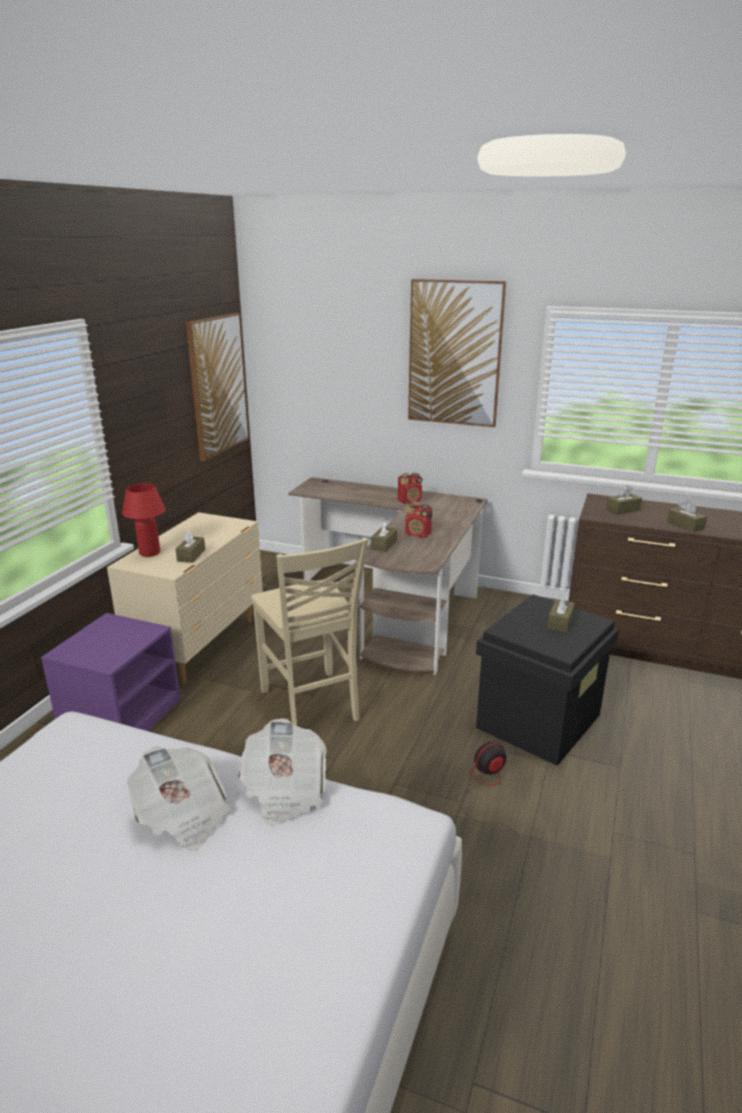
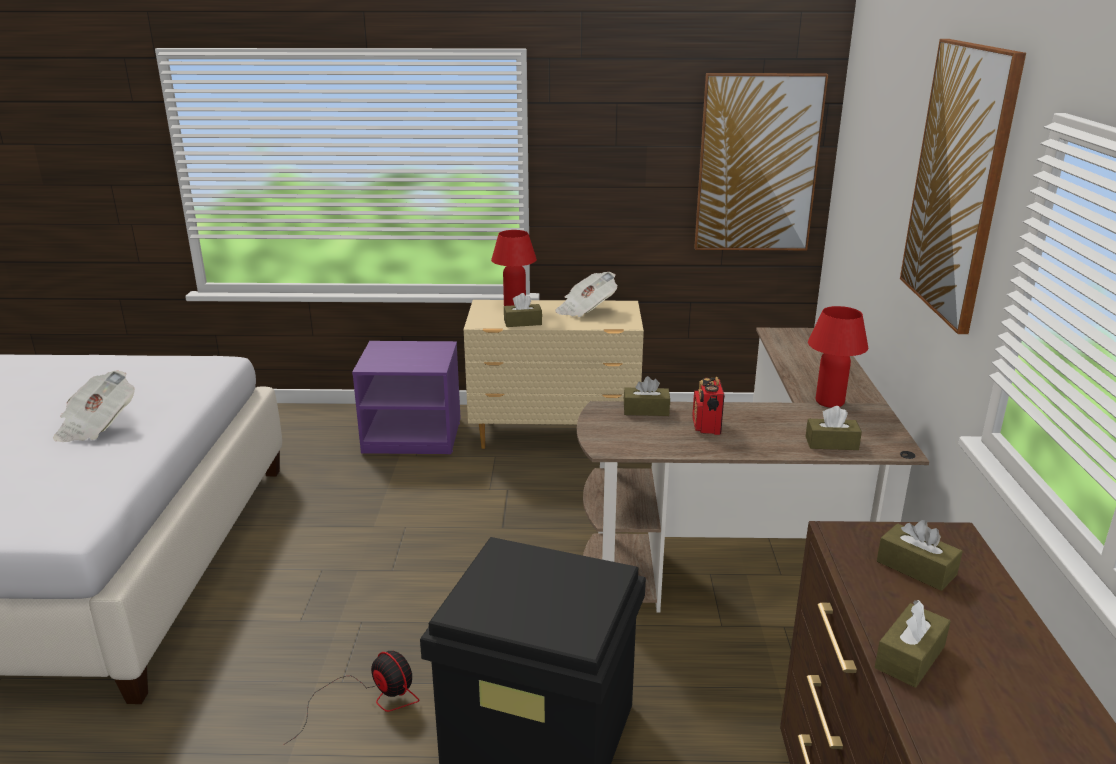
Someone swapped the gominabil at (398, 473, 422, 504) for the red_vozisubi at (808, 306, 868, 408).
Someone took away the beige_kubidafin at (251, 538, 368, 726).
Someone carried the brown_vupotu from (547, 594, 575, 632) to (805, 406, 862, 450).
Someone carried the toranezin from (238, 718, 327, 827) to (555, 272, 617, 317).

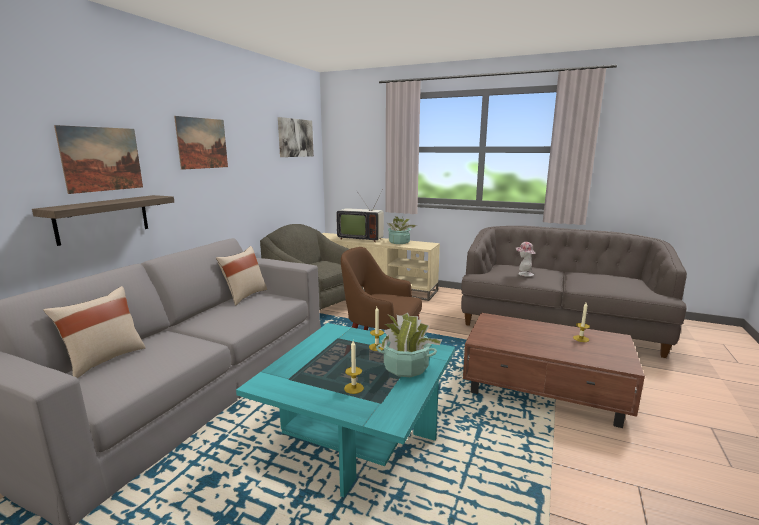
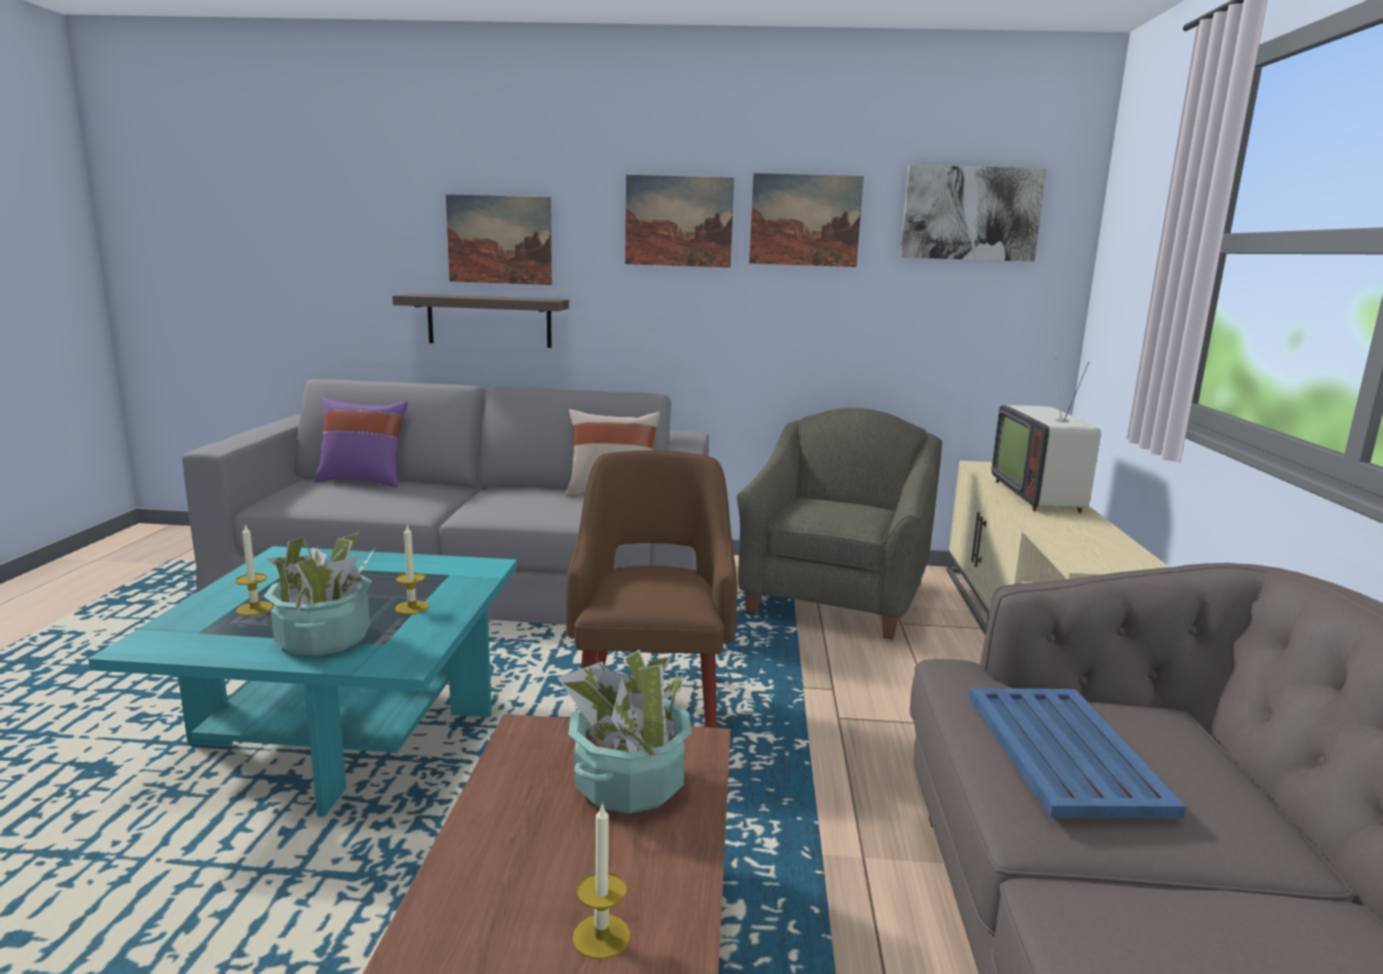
Someone carried the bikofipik from (387, 216, 417, 244) to (557, 649, 691, 814).
Someone swapped the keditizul at (515, 242, 536, 277) for the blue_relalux at (968, 688, 1186, 818).
Someone repainted the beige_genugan at (43, 286, 146, 378), which became the purple_genugan at (314, 397, 408, 488).
Someone put up the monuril at (749, 173, 864, 267).

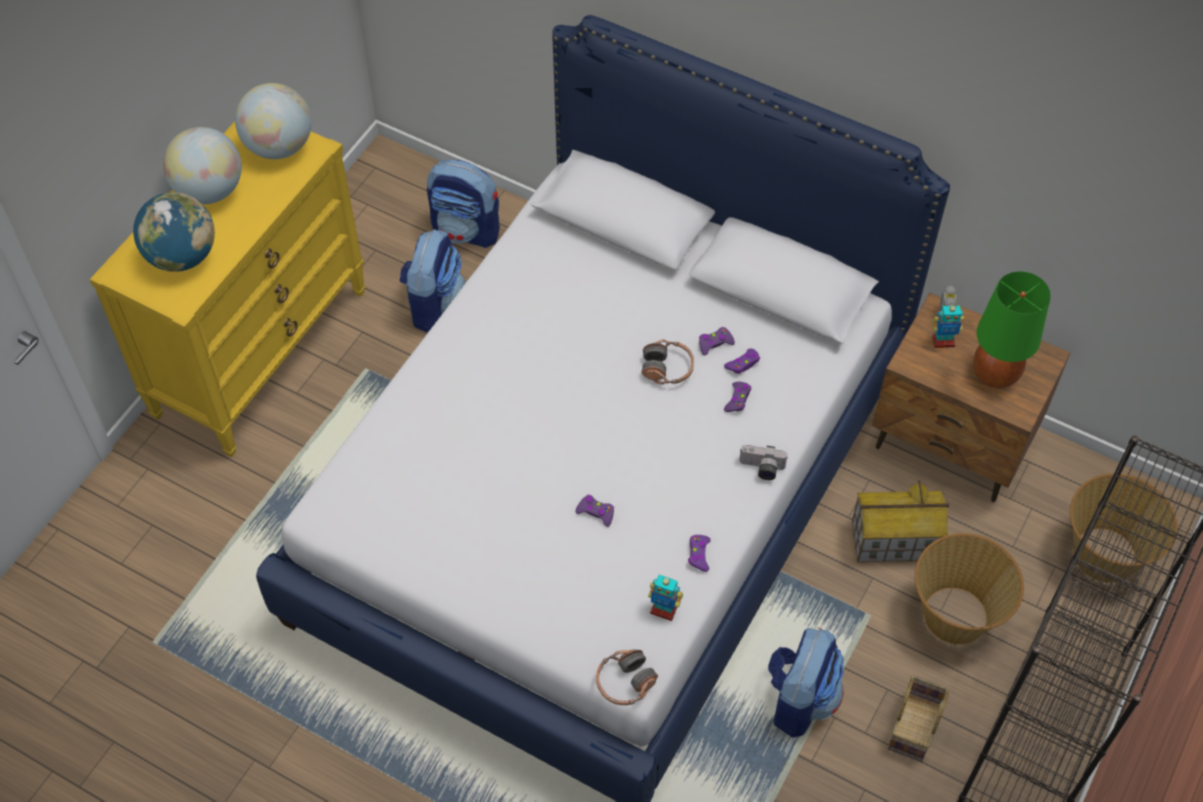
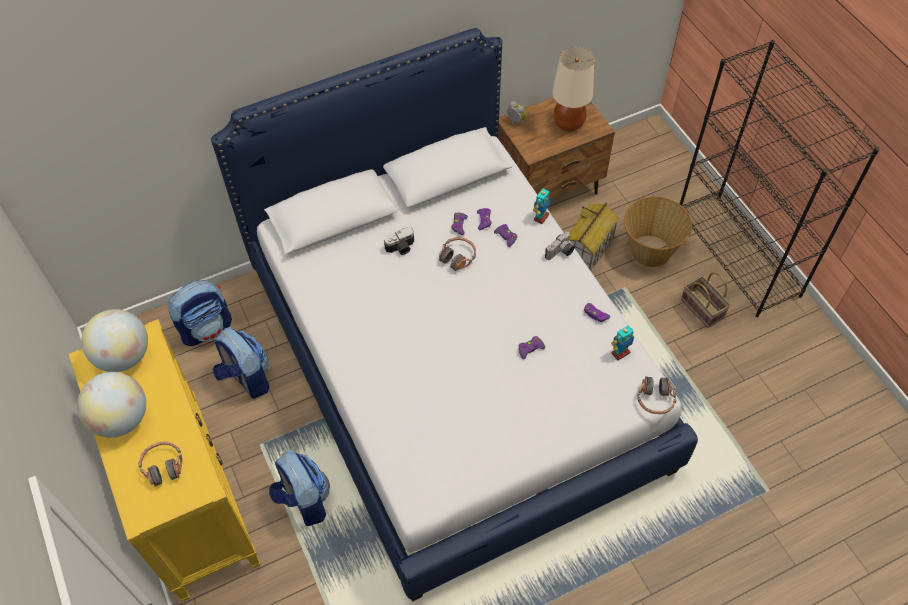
Someone swapped the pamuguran at (133, 192, 215, 272) for the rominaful at (138, 441, 182, 487).
Someone repainted the green_vozisubi at (973, 271, 1051, 388), which became the beige_vozisubi at (552, 47, 594, 131).
Someone carried the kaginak from (932, 304, 964, 348) to (533, 188, 550, 224).
Someone took away the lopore at (1070, 473, 1177, 583).
Someone carried the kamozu from (768, 627, 844, 738) to (269, 450, 330, 526).
Someone put down the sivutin at (384, 227, 414, 255).

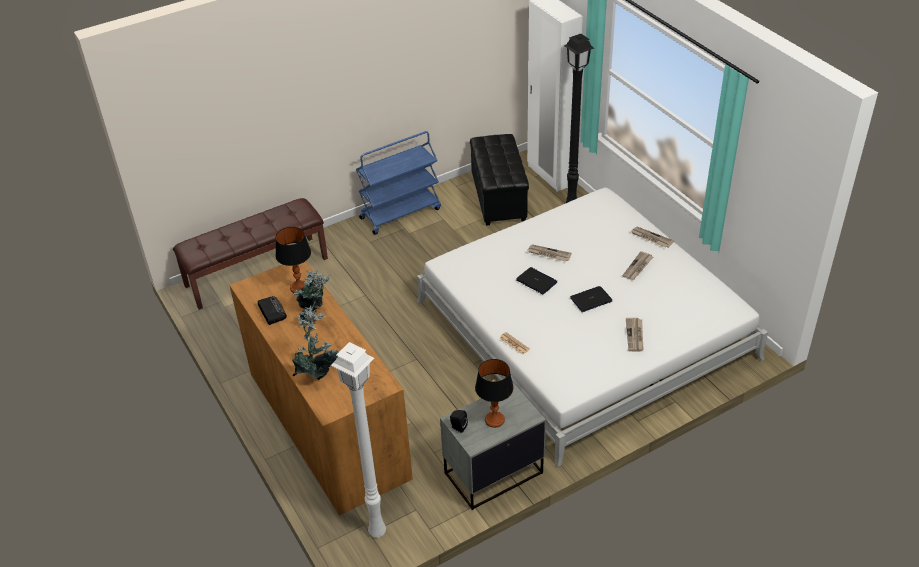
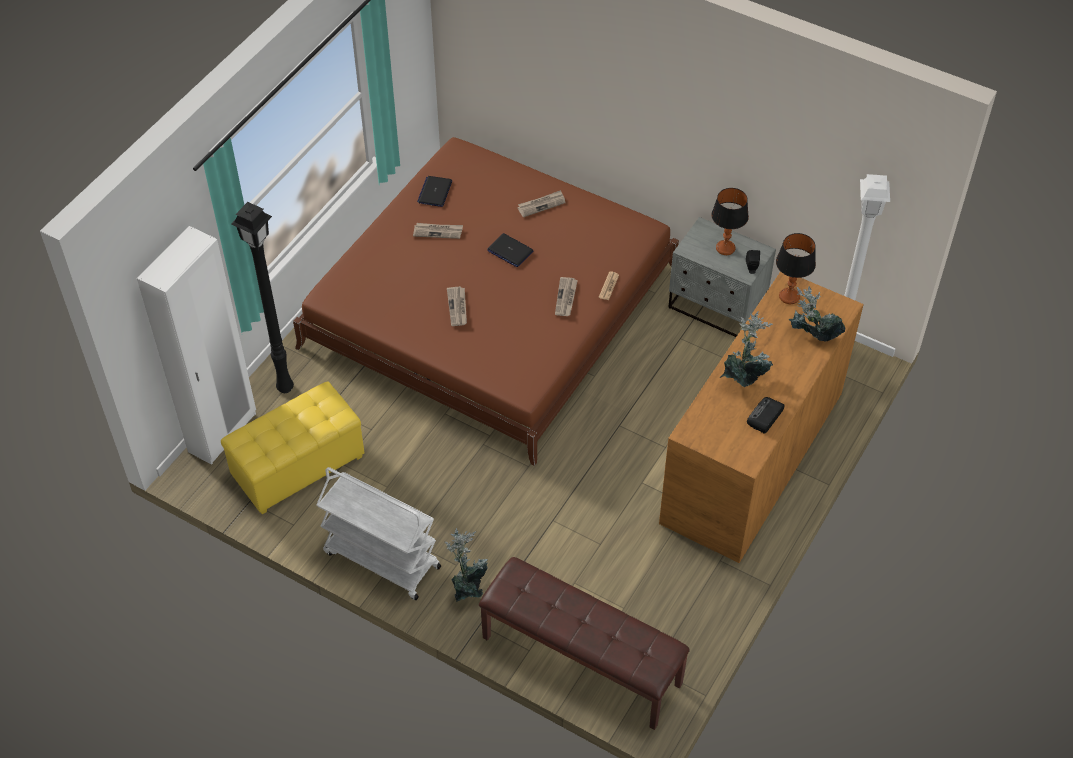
Someone repainted the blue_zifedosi at (356, 131, 441, 235), which became the white_zifedosi at (316, 467, 441, 600).
Someone repainted the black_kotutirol at (470, 134, 529, 226), which became the yellow_kotutirol at (221, 381, 365, 514).
Someone repainted the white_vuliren at (417, 187, 768, 467), which became the brown_vuliren at (293, 137, 679, 466).
Someone carried the vozisubi from (275, 227, 311, 293) to (776, 233, 816, 304).
Someone carried the toranezin from (631, 227, 674, 248) to (555, 277, 578, 316).
Someone carried the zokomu from (516, 267, 557, 294) to (417, 176, 452, 207).
Someone put down the bikofipik at (445, 528, 488, 603).

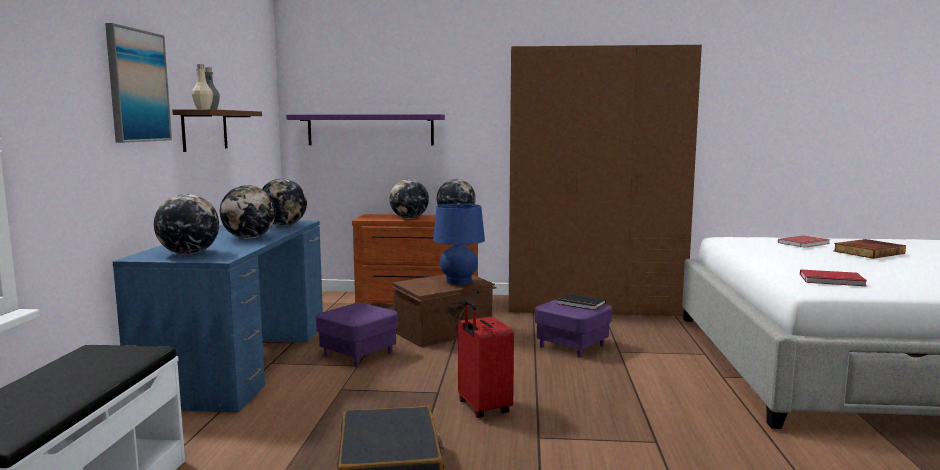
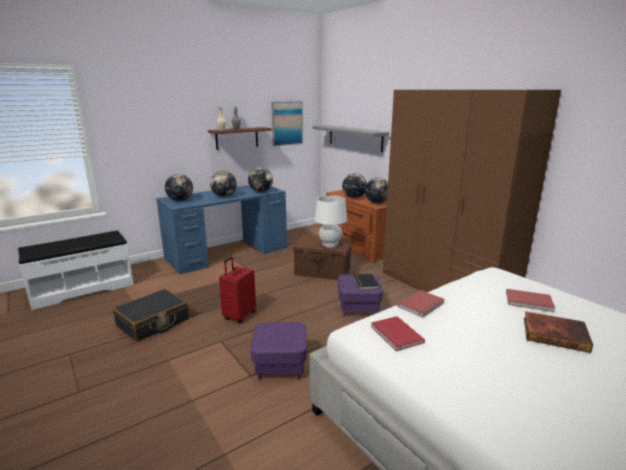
Someone carried the monuril from (105, 23, 172, 143) to (271, 101, 303, 146).
Someone repainted the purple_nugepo at (286, 114, 445, 146), which became the grey_nugepo at (312, 125, 389, 152).
Someone repainted the blue_vozisubi at (433, 203, 485, 285), which became the white_vozisubi at (315, 195, 347, 248).
Someone carried the purple_kotutirol from (316, 303, 398, 366) to (251, 322, 307, 380).
Someone put down the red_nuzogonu at (398, 290, 445, 317).

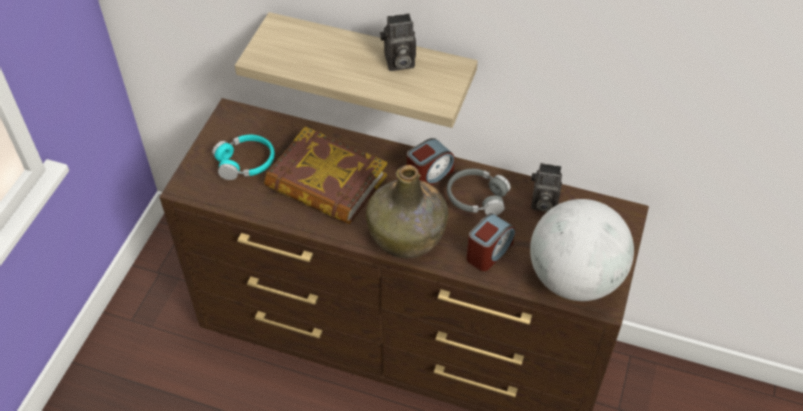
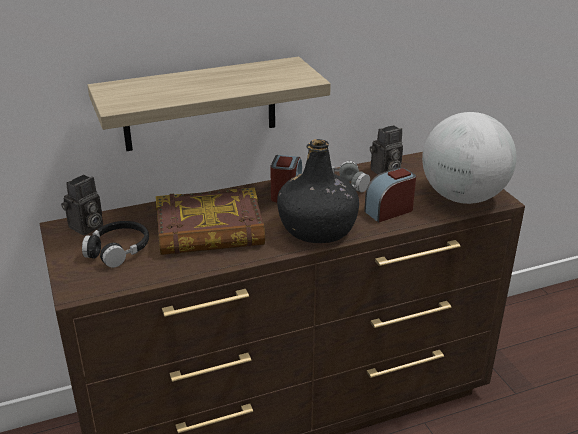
Someone carried the sivutin from (380, 13, 416, 71) to (61, 175, 103, 235).
Someone repainted the turquoise_rominaful at (212, 135, 275, 180), which became the black_rominaful at (82, 221, 149, 268).
Someone repainted the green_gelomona at (366, 165, 449, 258), which became the black_gelomona at (277, 139, 359, 243).
Someone rotated the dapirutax at (467, 213, 515, 271) by 120 degrees counterclockwise.

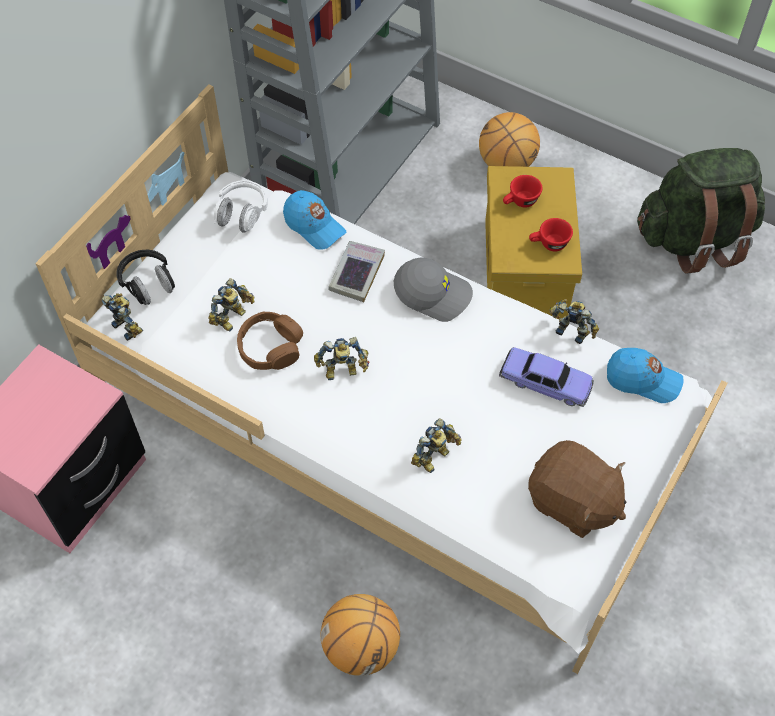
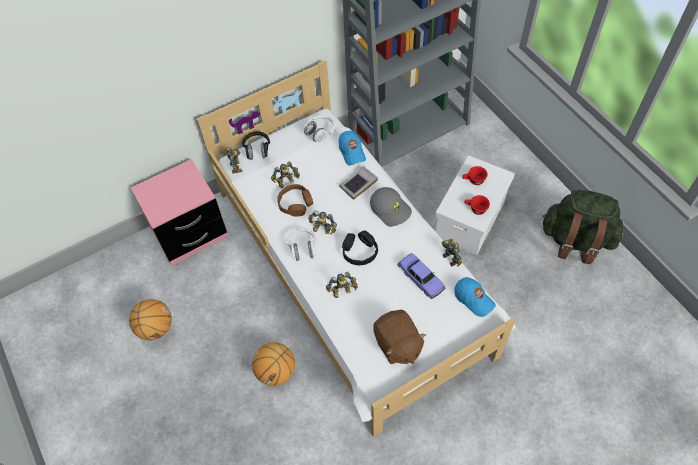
Someone carried the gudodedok from (479, 112, 540, 167) to (129, 299, 172, 341).
Someone repainted the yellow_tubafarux at (485, 166, 582, 319), which became the white_tubafarux at (435, 155, 515, 255).
Someone put down the white_rominaful at (286, 228, 317, 261).
Someone put down the black_rominaful at (342, 230, 378, 265).

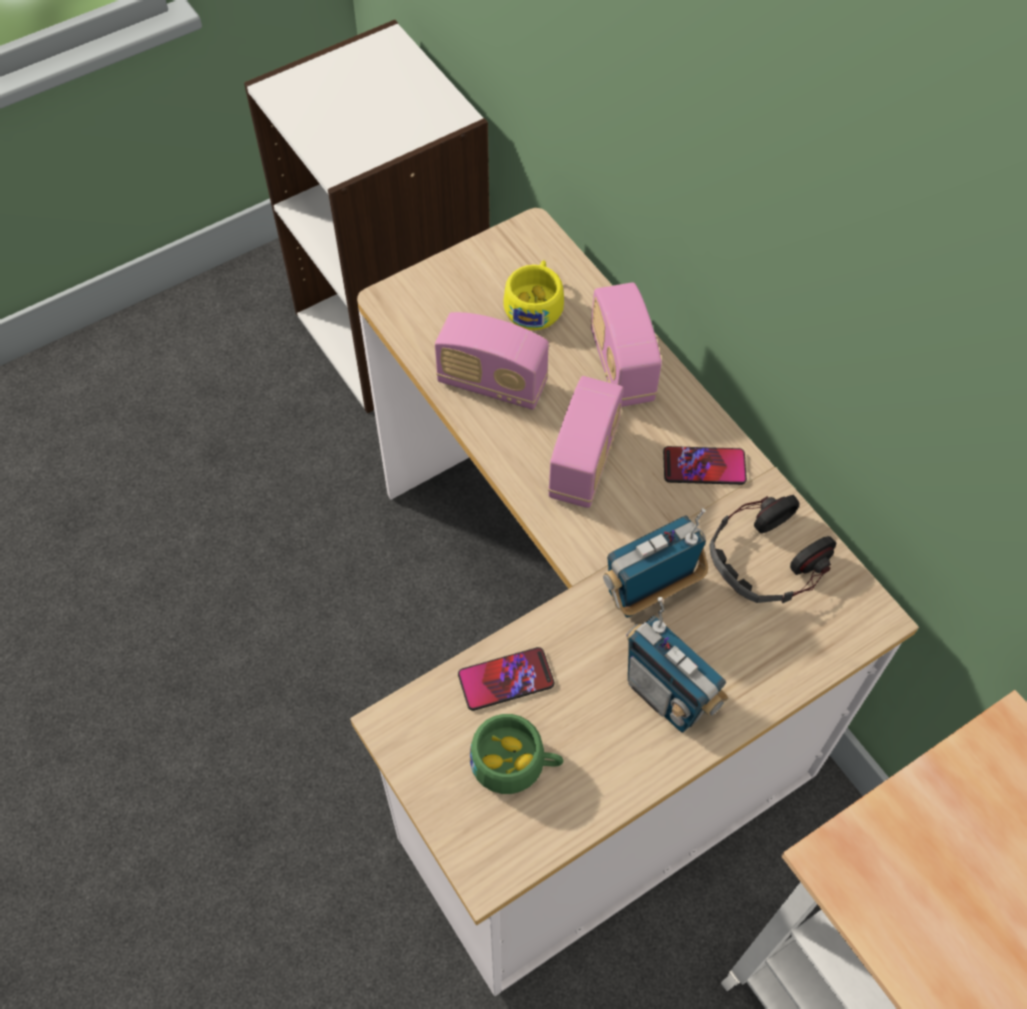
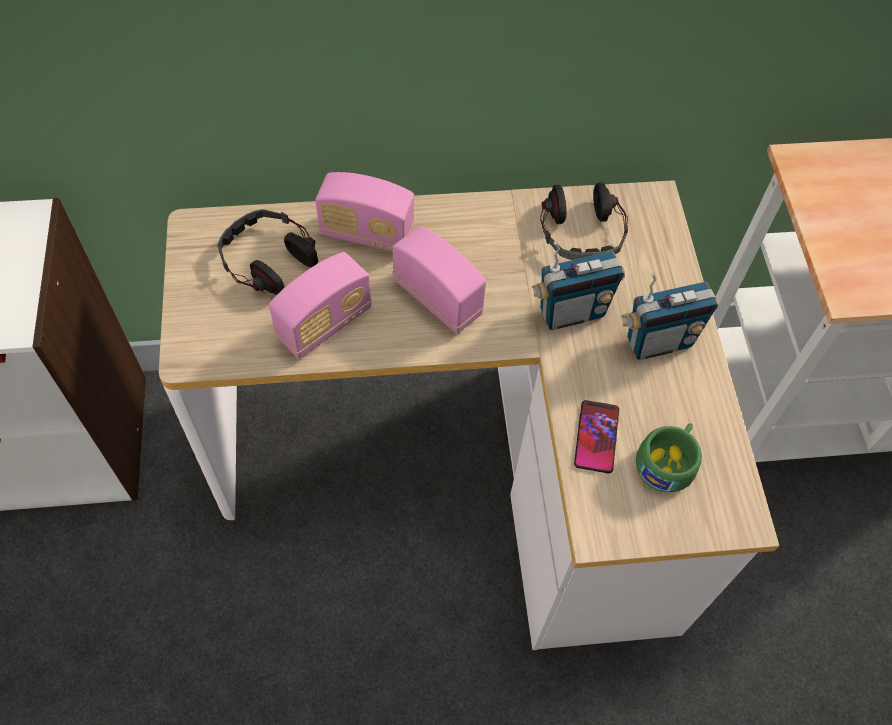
Someone swapped the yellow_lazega at (503, 260, 564, 330) for the rominaful at (217, 209, 318, 295).
Someone took away the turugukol at (663, 446, 747, 485).
Someone rotated the gominabil at (603, 508, 708, 618) by 105 degrees counterclockwise.

